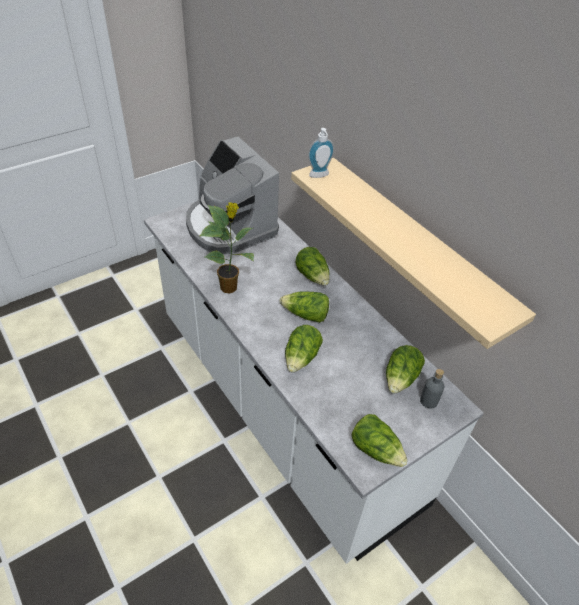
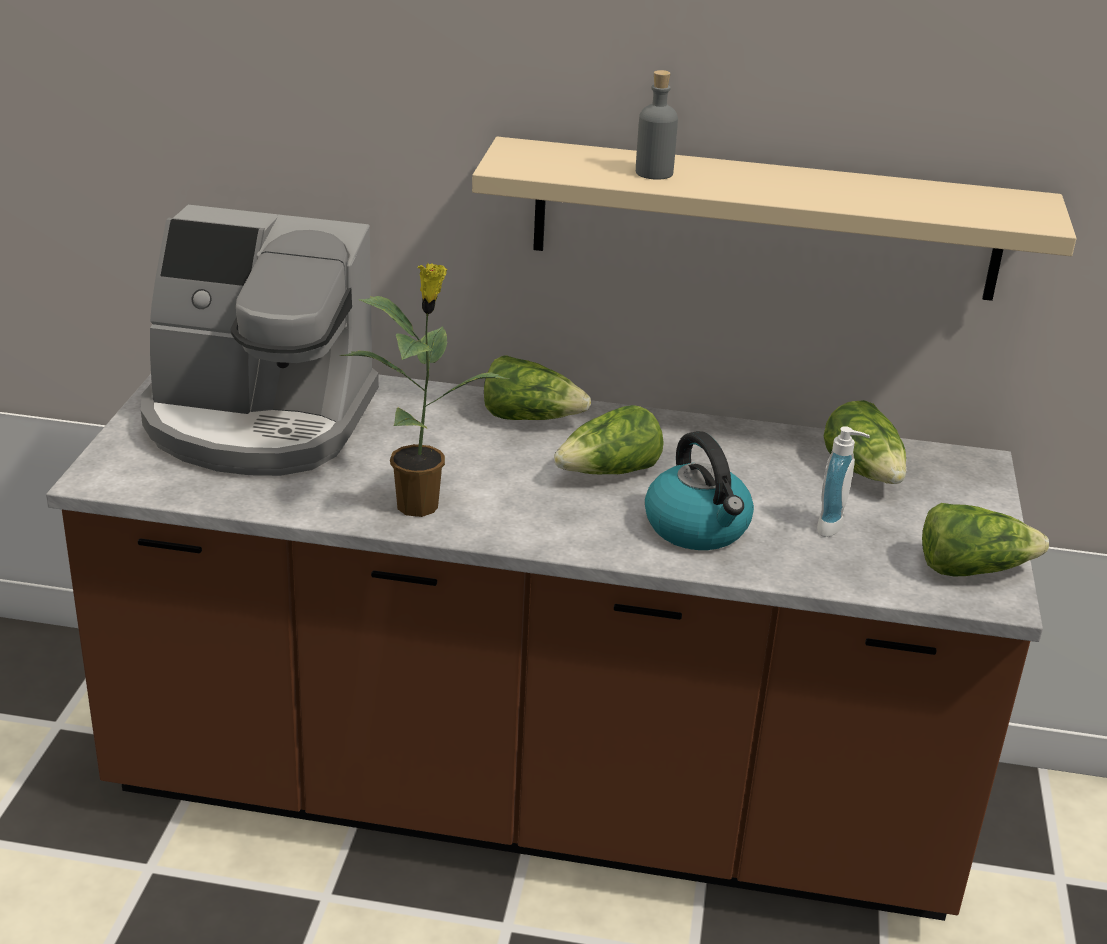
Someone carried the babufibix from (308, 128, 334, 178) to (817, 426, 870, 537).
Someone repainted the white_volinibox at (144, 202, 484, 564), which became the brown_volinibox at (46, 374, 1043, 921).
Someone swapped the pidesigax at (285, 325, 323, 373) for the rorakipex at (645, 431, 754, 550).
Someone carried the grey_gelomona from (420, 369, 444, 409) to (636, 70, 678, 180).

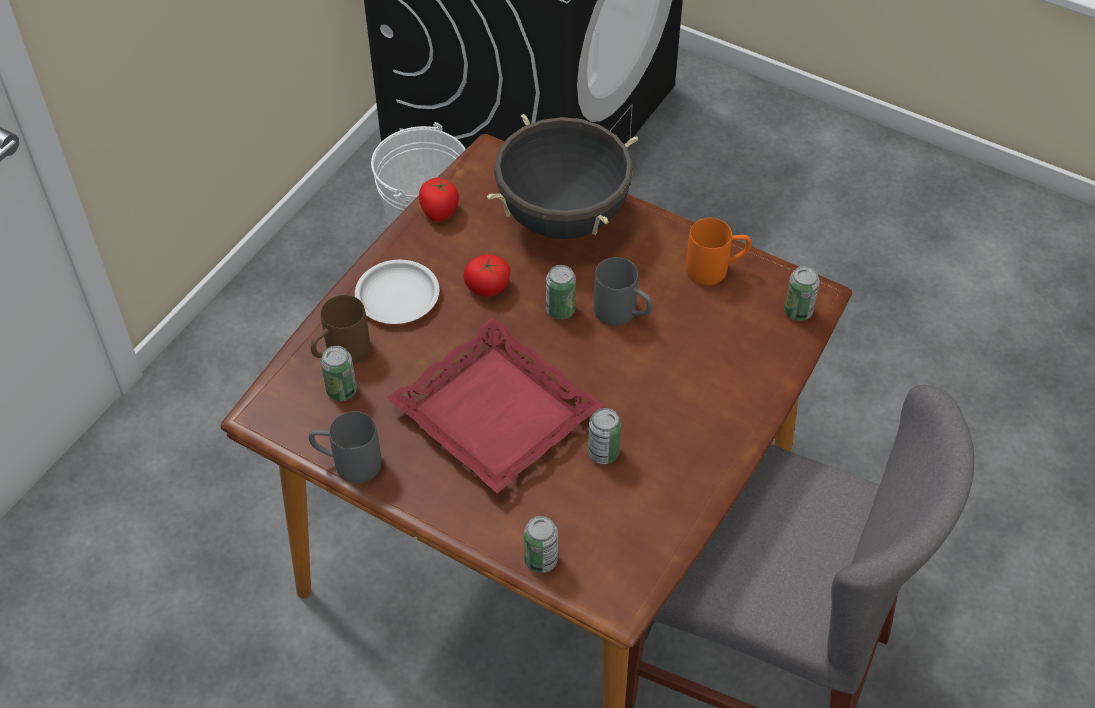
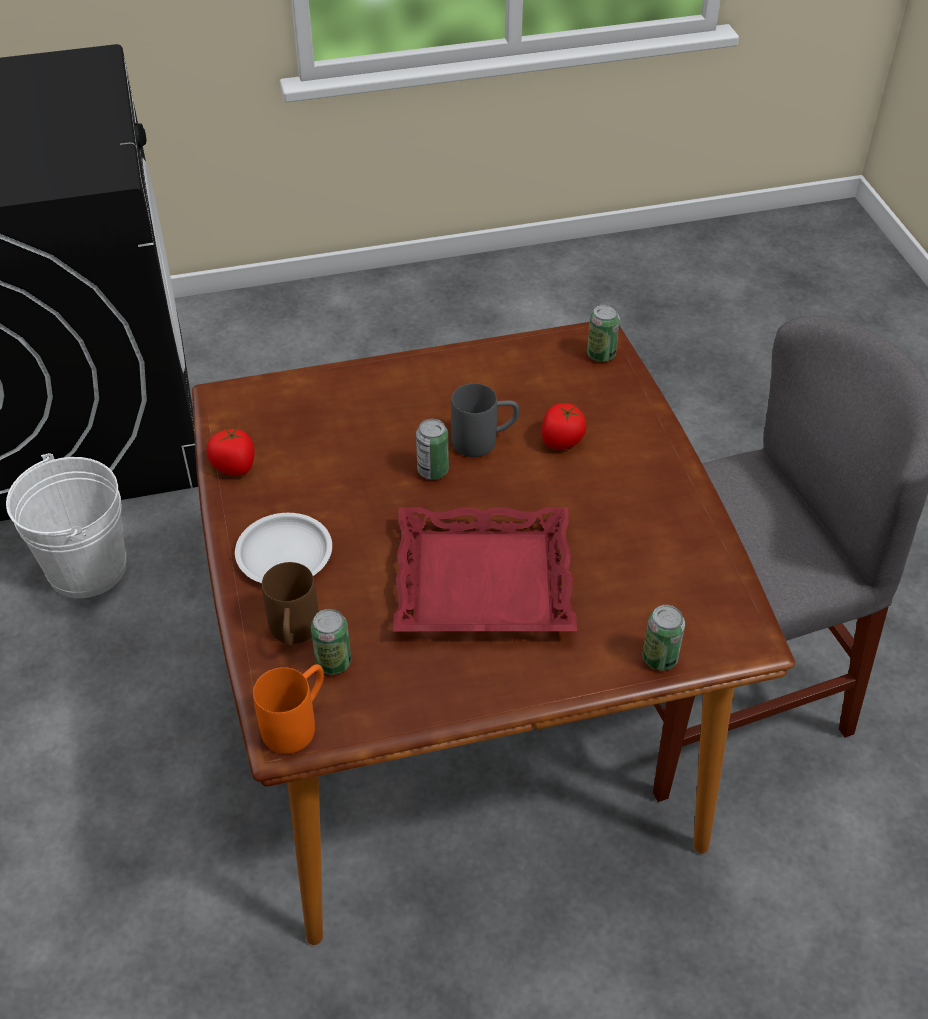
Someone took away the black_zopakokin at (487, 114, 638, 239).
Someone carried the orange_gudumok from (686, 218, 751, 285) to (253, 664, 324, 754).
Someone carried the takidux from (463, 254, 510, 297) to (542, 403, 587, 450).
Someone took away the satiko at (588, 408, 621, 464).
Someone took away the grey_gudumok at (309, 411, 381, 483).

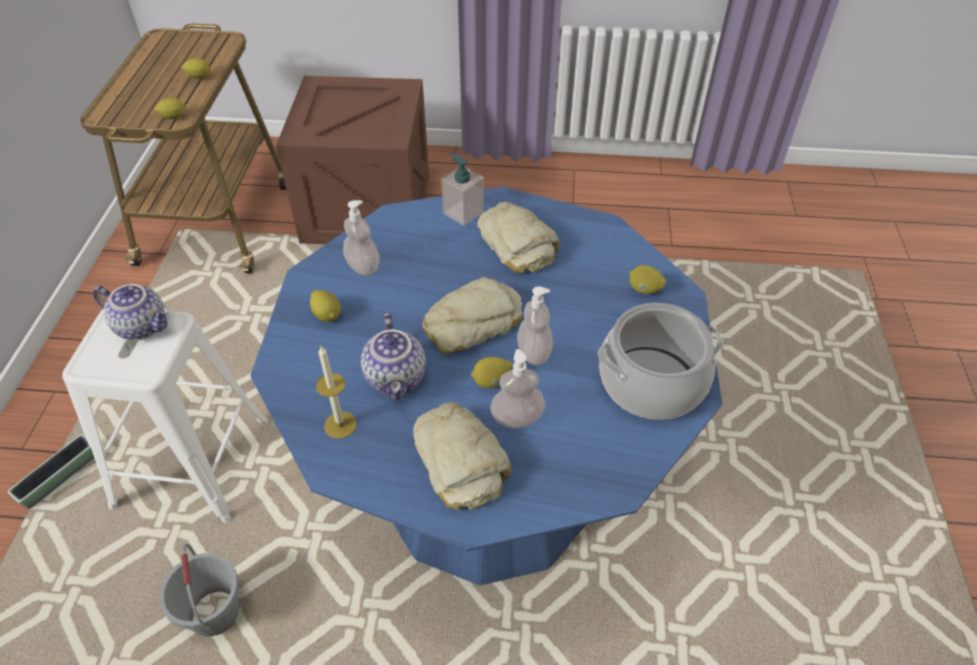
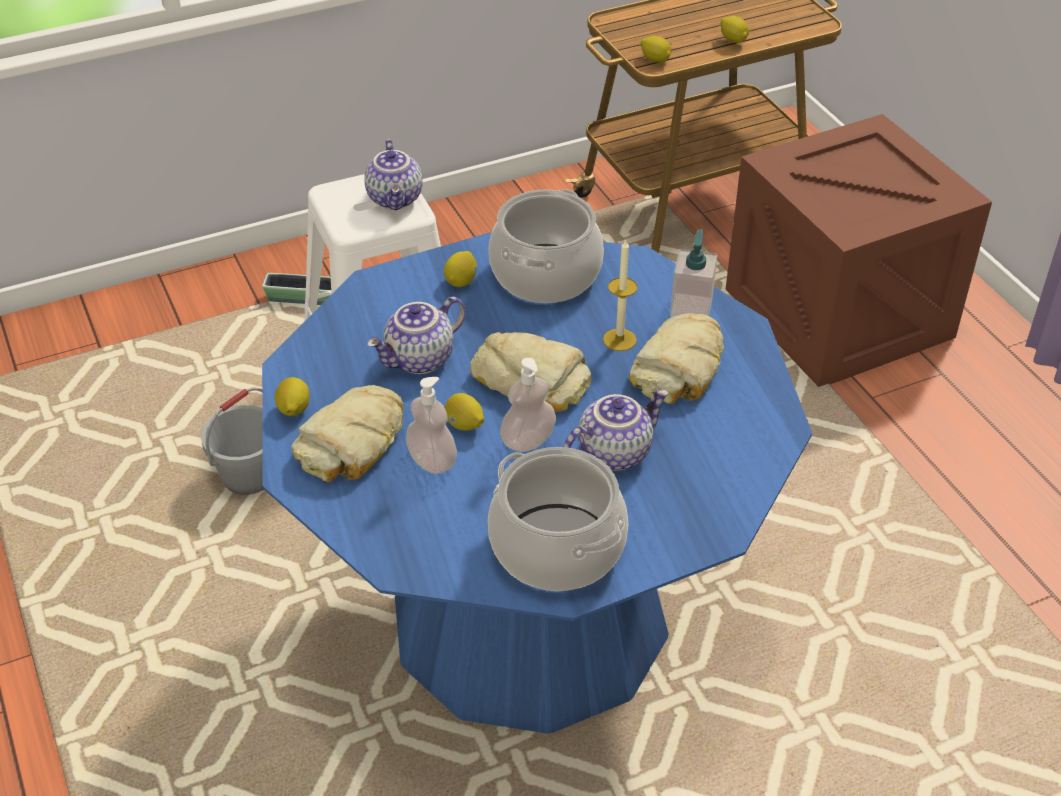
Someone swapped the babufibix at (343, 200, 380, 276) for the zopakokin at (489, 189, 604, 303).
Someone carried the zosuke from (629, 265, 666, 294) to (275, 377, 310, 416).
Someone carried the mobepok from (316, 347, 357, 439) to (603, 239, 638, 351).
Someone put down the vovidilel at (563, 389, 669, 471).

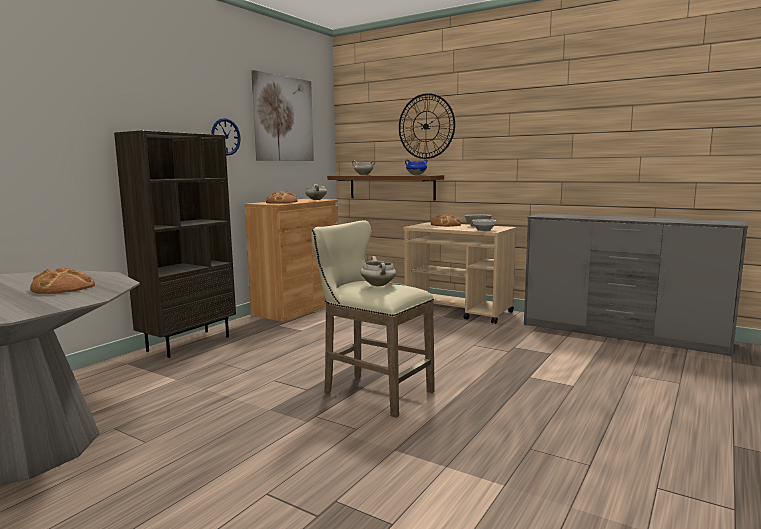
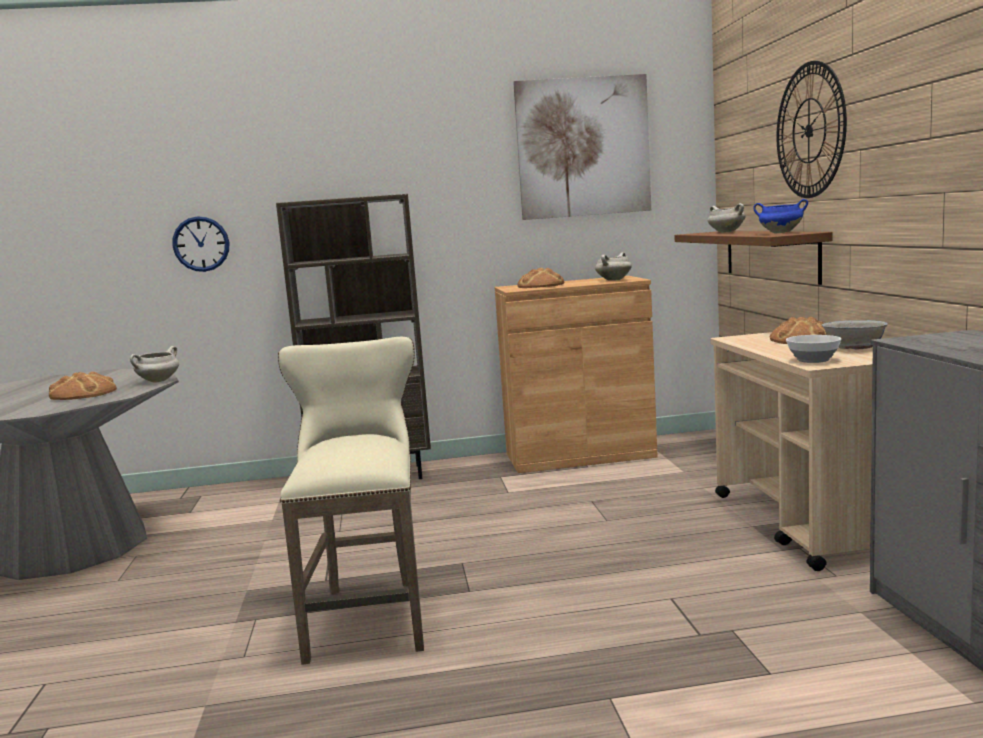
Someone carried the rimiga from (211, 118, 241, 156) to (172, 216, 229, 272).
Someone carried the white_zopakokin from (361, 256, 396, 286) to (130, 346, 179, 382).

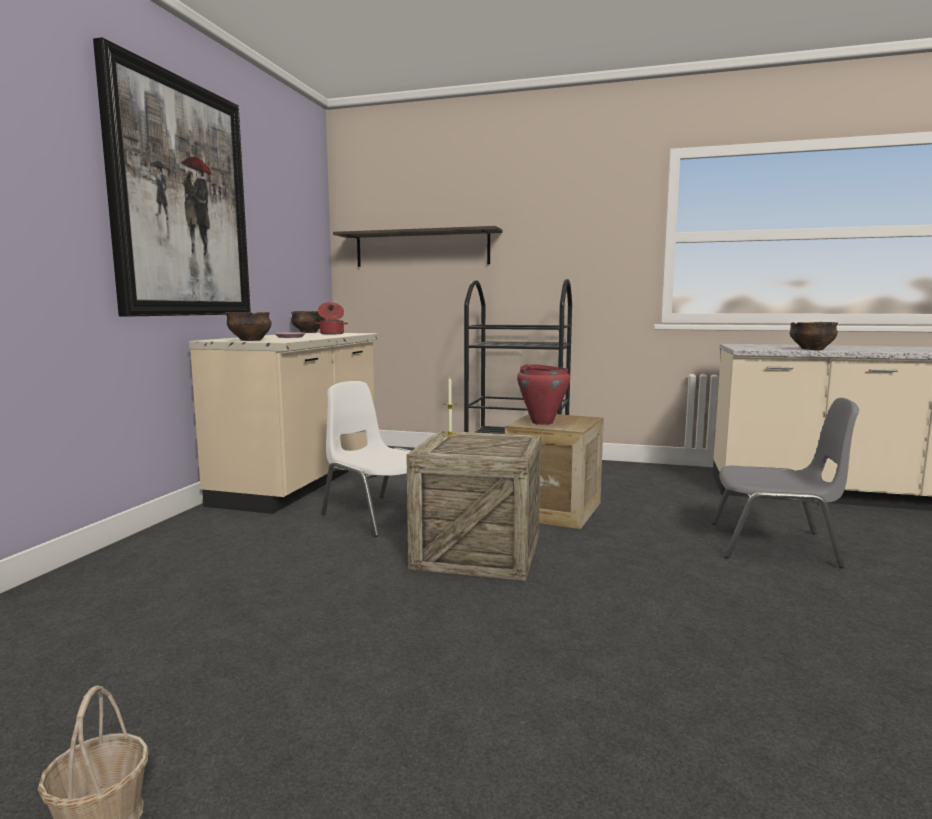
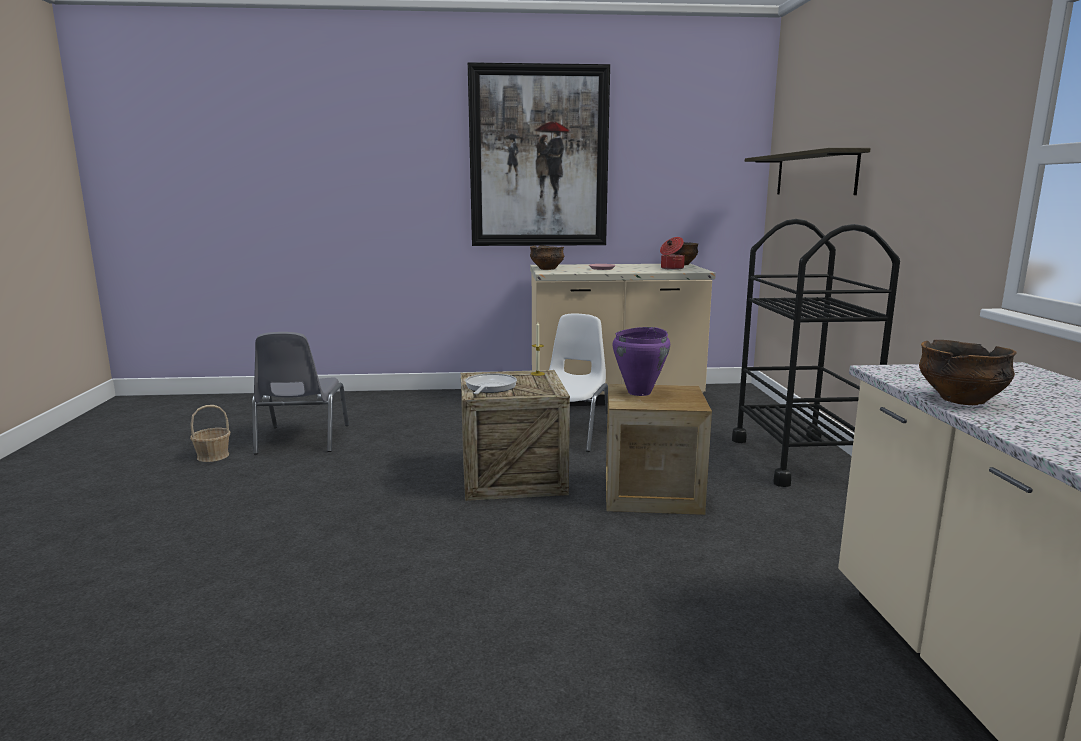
Someone repainted the red_zopakokin at (517, 364, 570, 425), which became the purple_zopakokin at (612, 327, 670, 396).
Someone carried the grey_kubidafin from (712, 398, 859, 568) to (252, 332, 349, 454).
Someone put down the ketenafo at (466, 373, 517, 394).

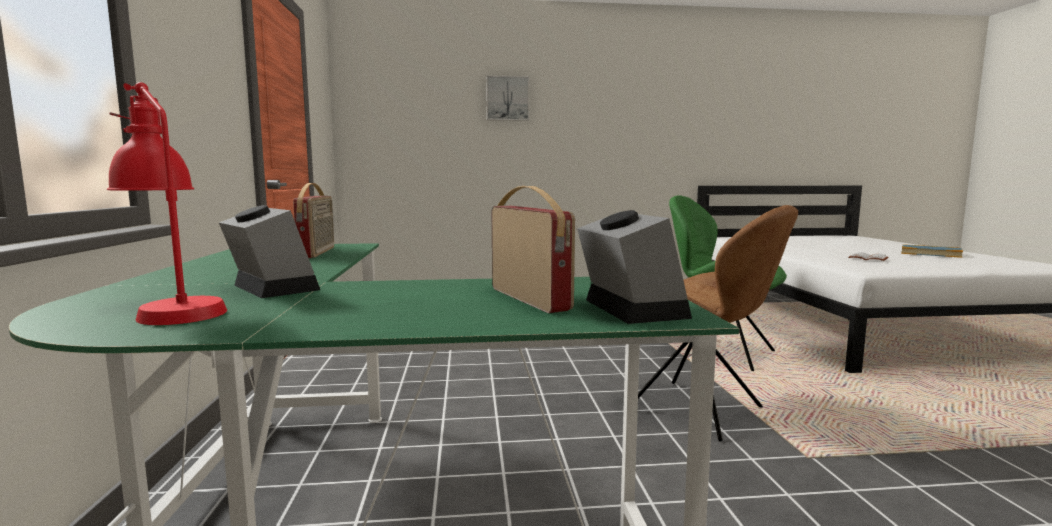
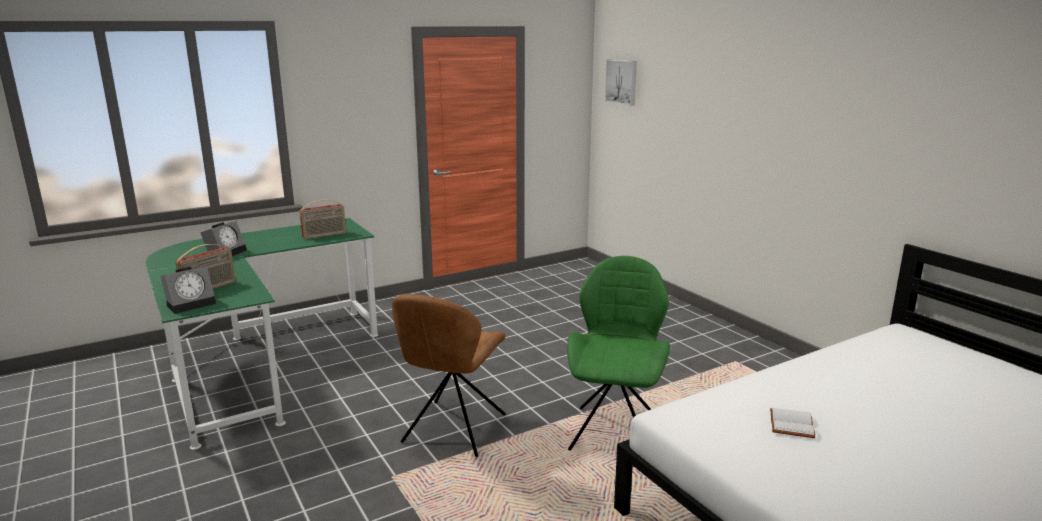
Someone carried the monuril from (486, 76, 529, 121) to (605, 60, 637, 105).
Someone took away the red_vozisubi at (107, 82, 227, 325).
Someone took away the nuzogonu at (901, 244, 963, 258).

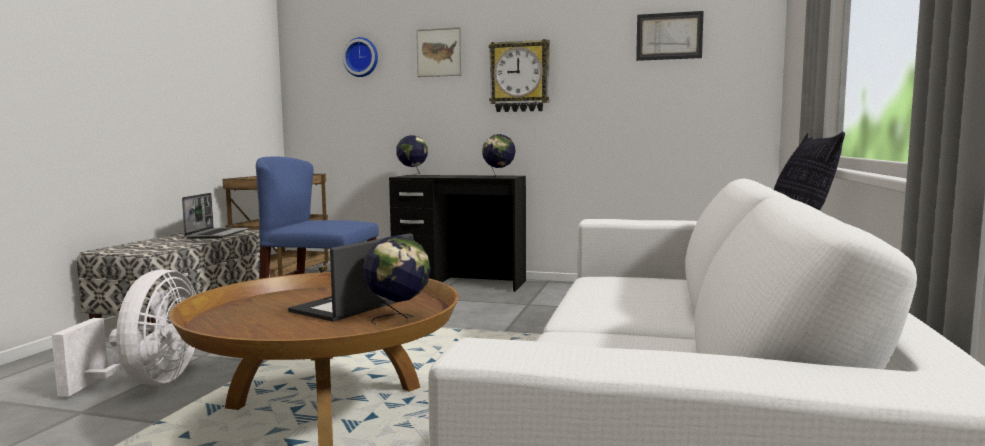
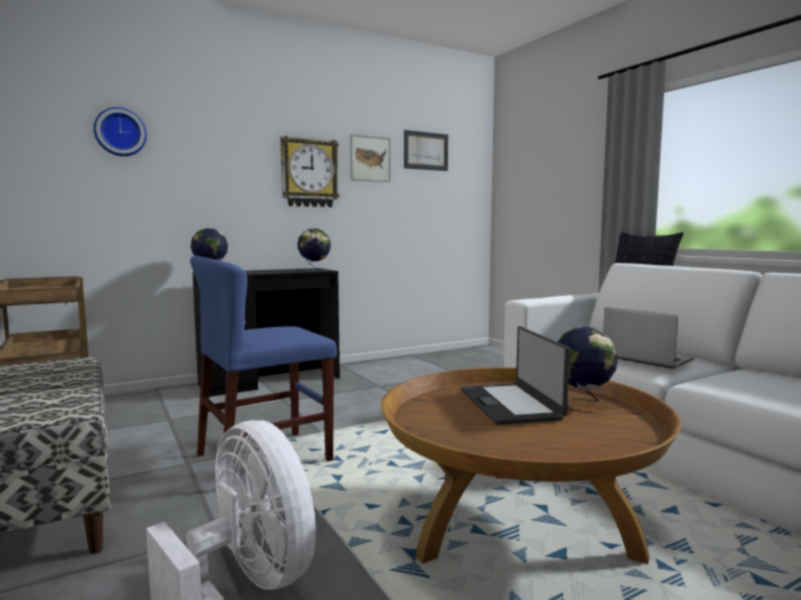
Someone carried the monuril from (416, 27, 462, 77) to (350, 134, 391, 182).
Someone carried the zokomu from (182, 193, 249, 239) to (603, 307, 695, 369).

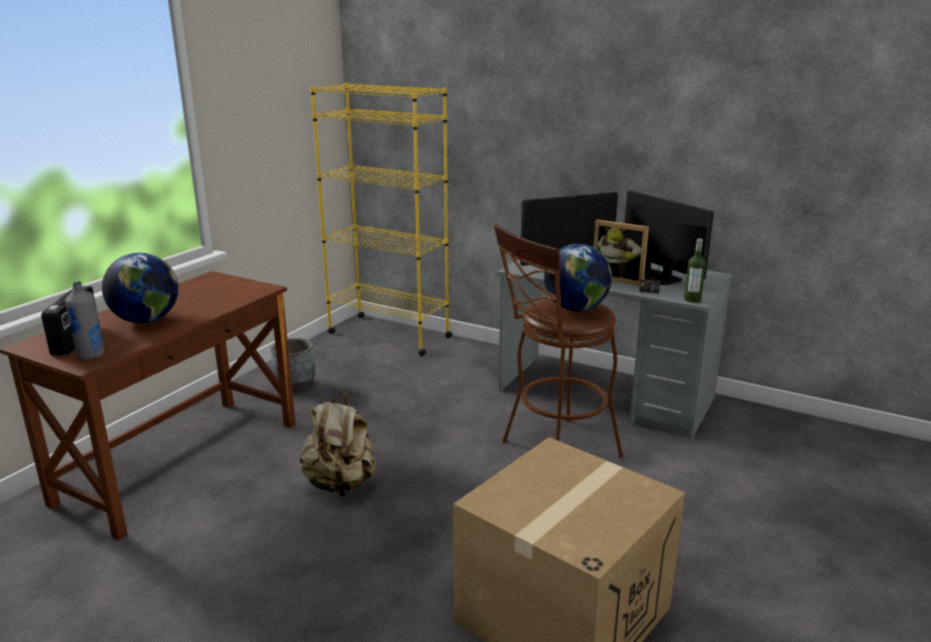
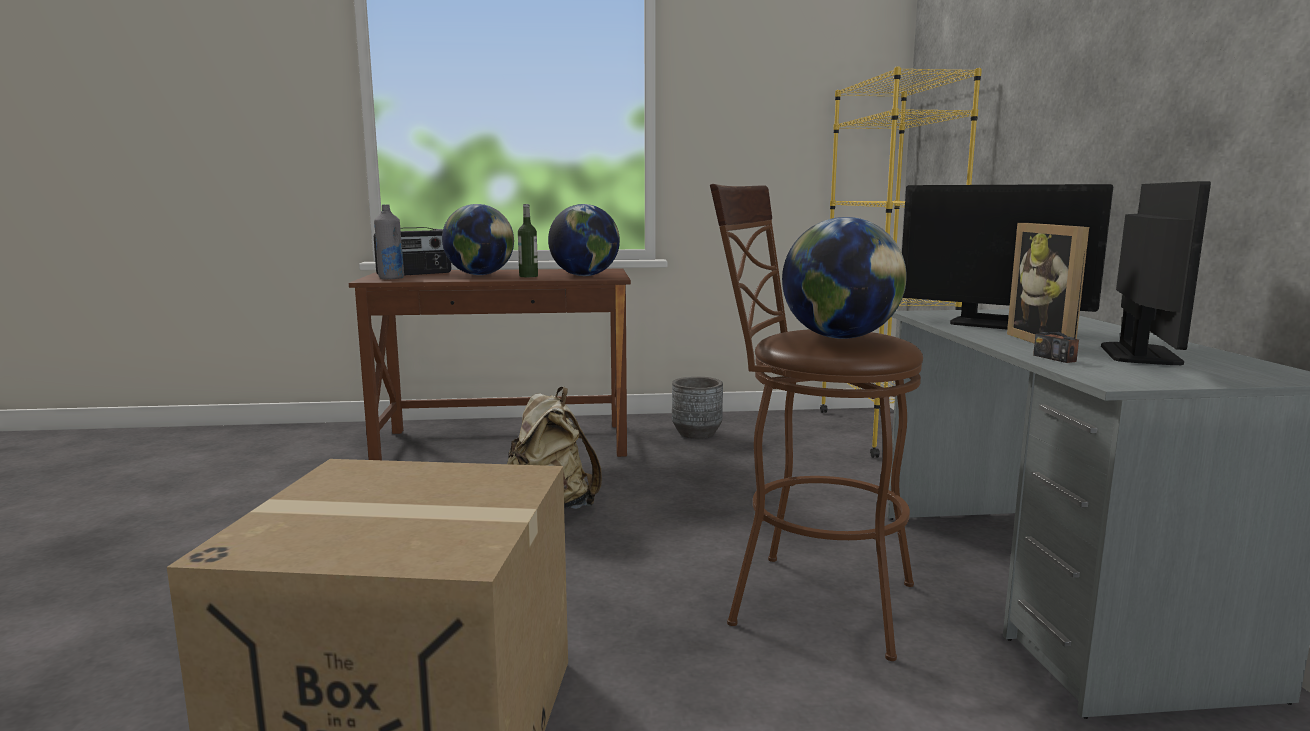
Someone carried the gelomona from (684, 238, 706, 303) to (518, 204, 538, 277).
Someone put down the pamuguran at (548, 204, 620, 276).

